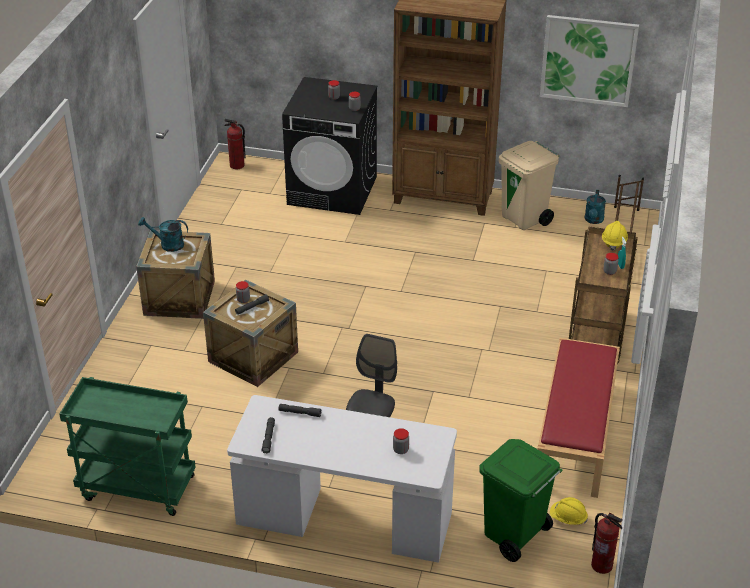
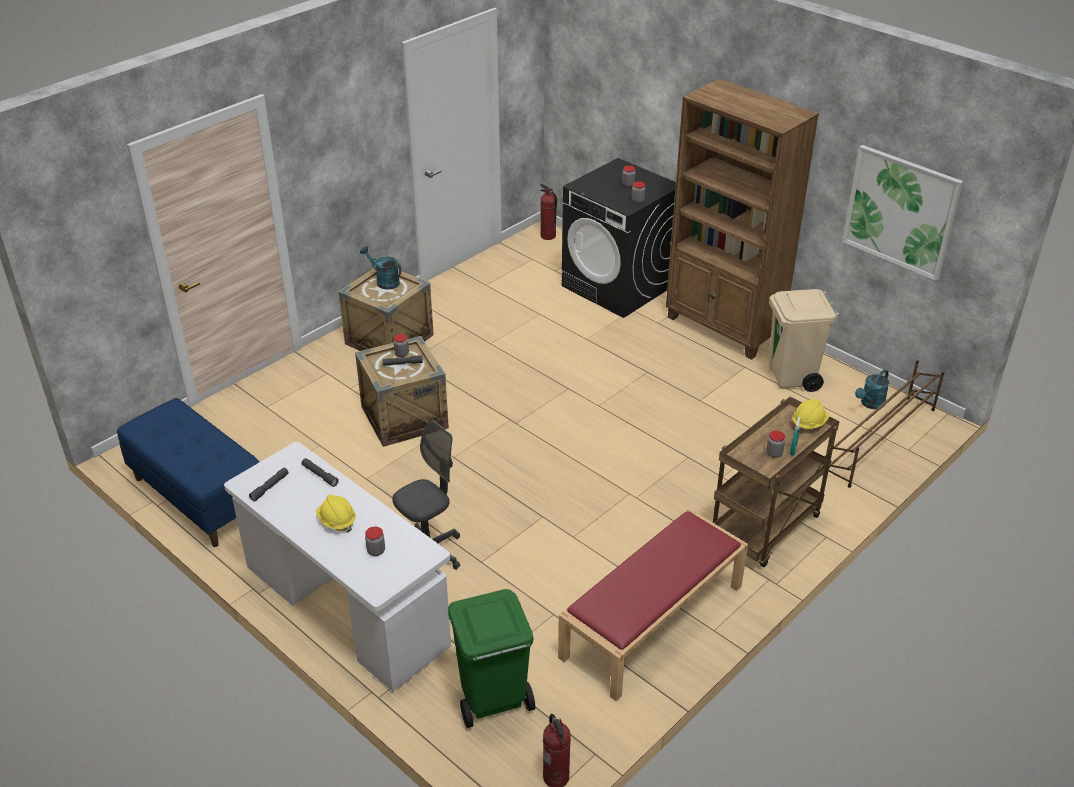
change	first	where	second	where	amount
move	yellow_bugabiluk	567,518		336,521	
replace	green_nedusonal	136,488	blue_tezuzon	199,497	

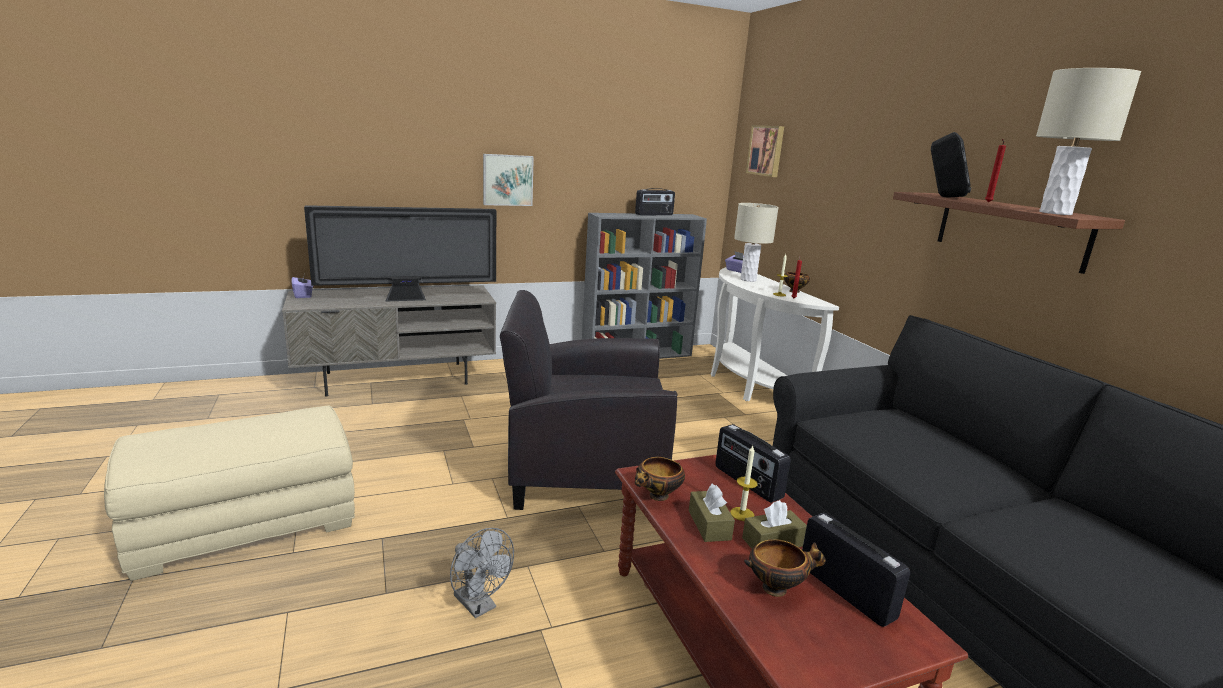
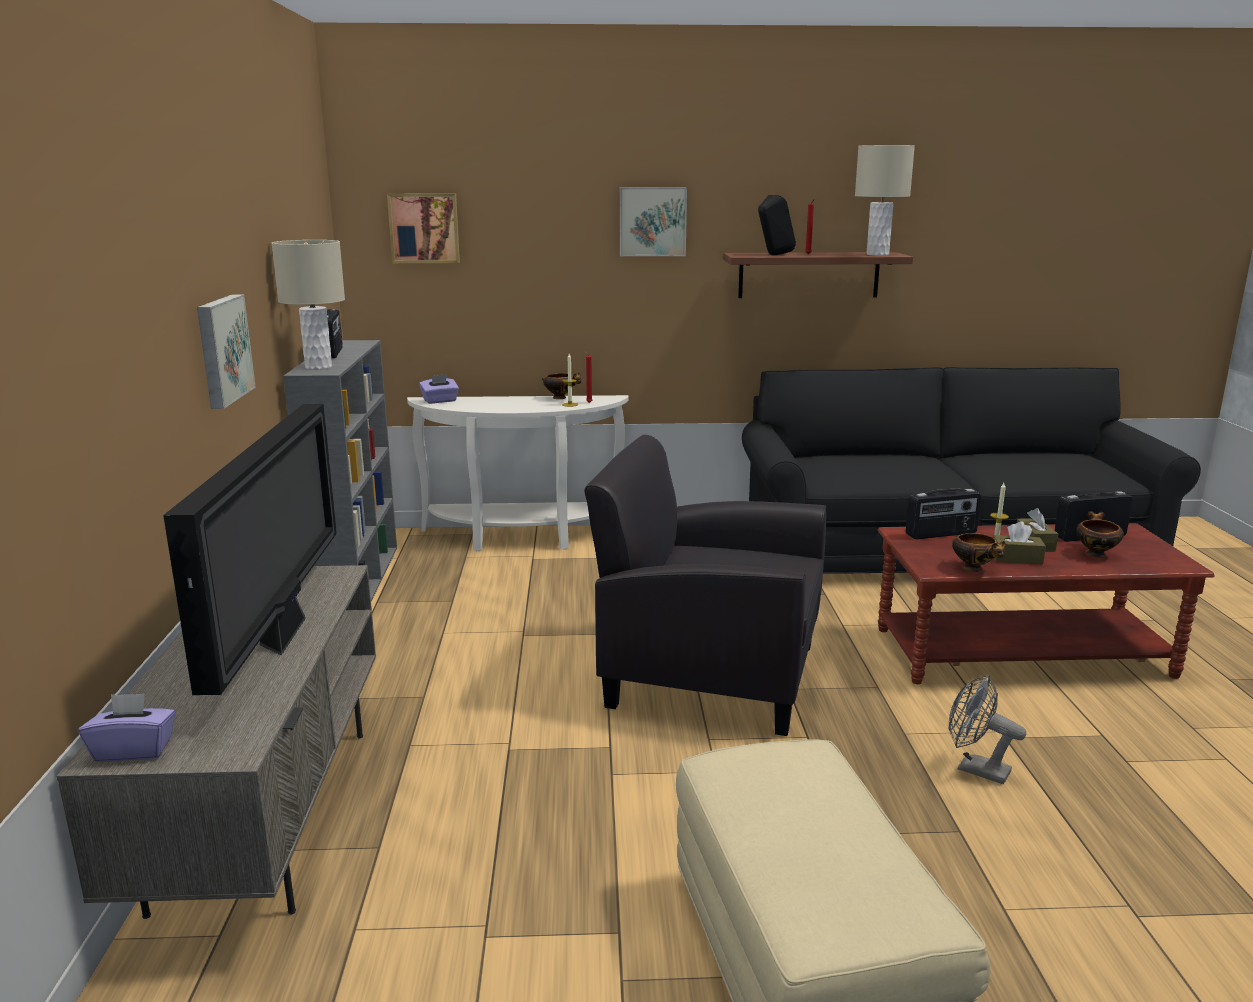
change	first	where	second	where	amount
insert			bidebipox	652,221	
move	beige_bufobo	748,279		318,367	
rotate	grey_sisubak	479,606		975,769	120 degrees counterclockwise
rotate	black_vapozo	583,471		709,674	90 degrees clockwise

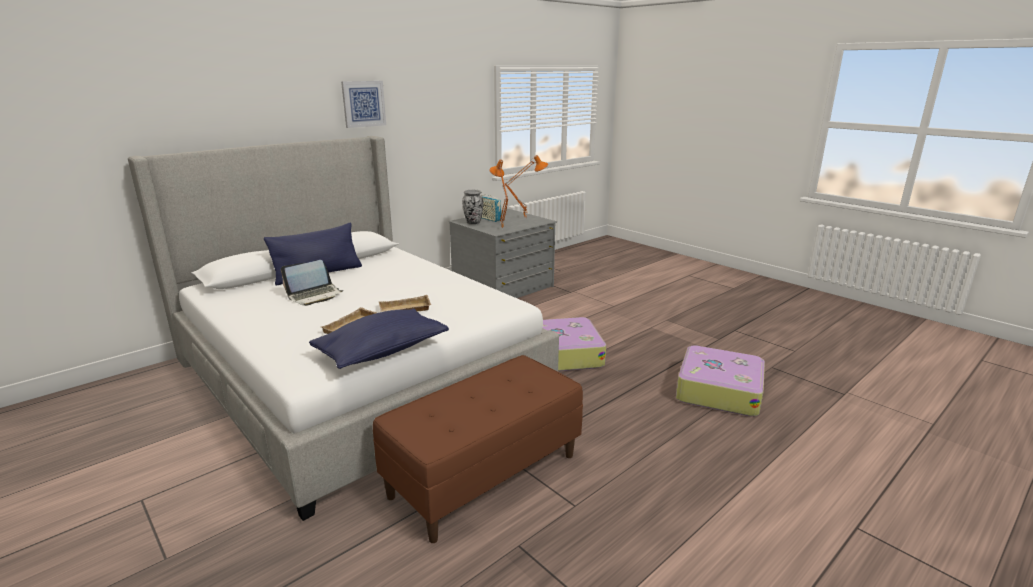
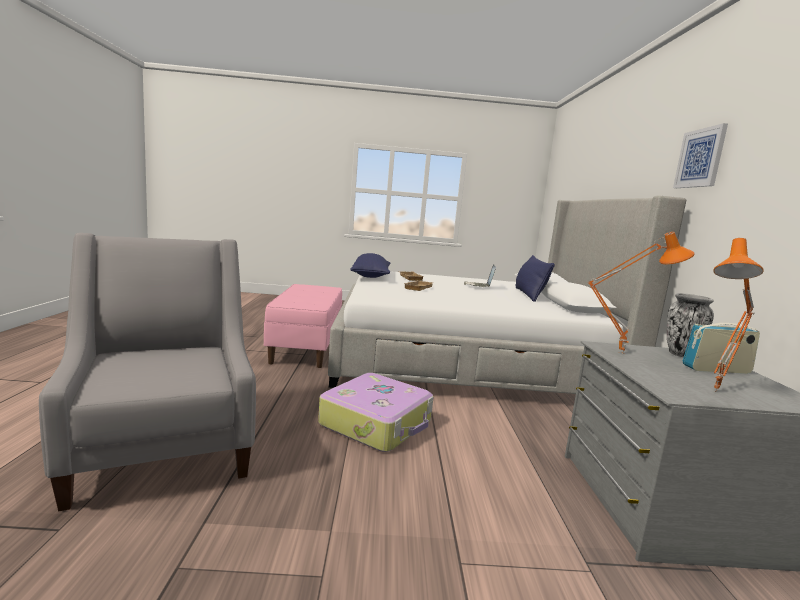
change	first	where	second	where	amount
replace	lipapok	718,390	grey_vapozo	164,447	
recolor	brown_tezuzon	484,474	pink_tezuzon	306,347	

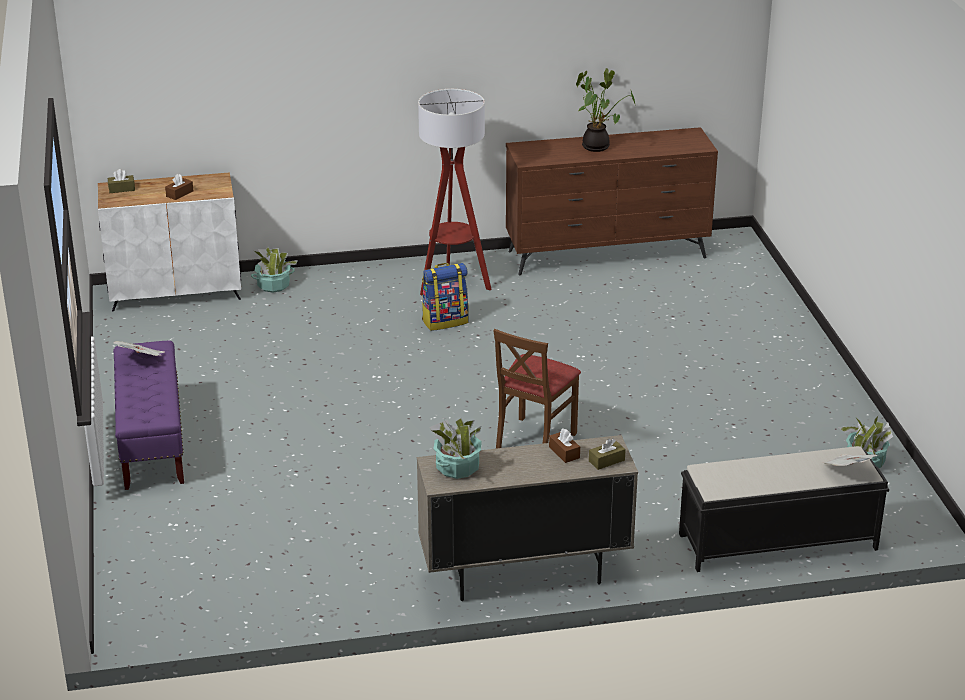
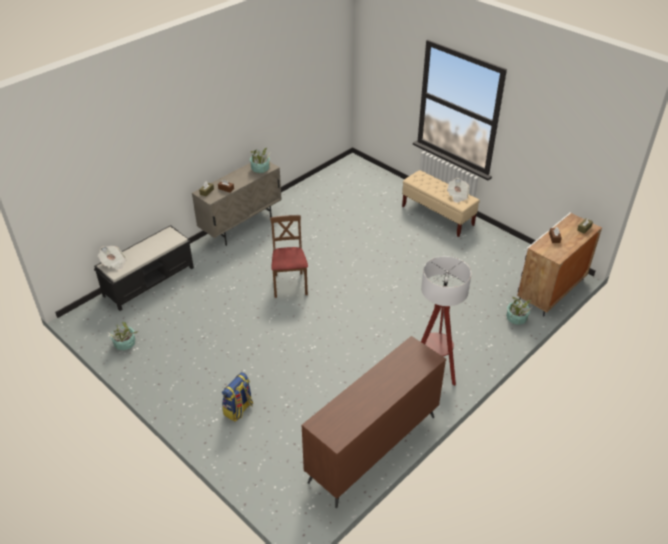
change	first	where	second	where	amount
delete	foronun	598,146			
move	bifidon	445,321		238,410	
recolor	purple_tezuzon	152,442	beige_tezuzon	437,216	

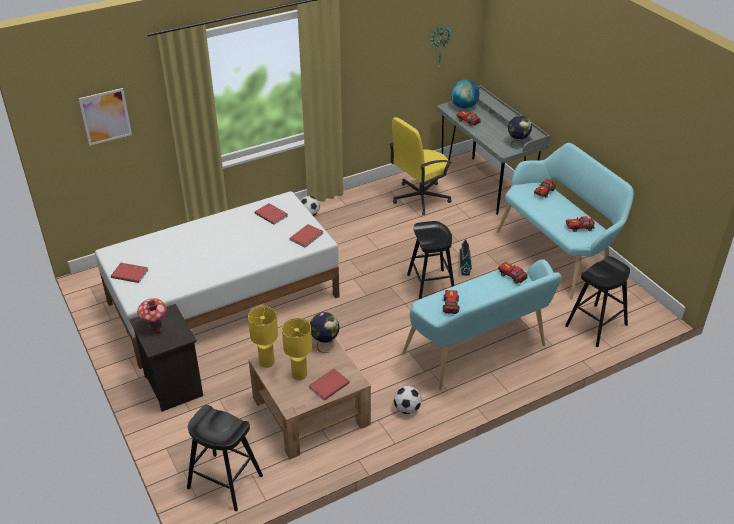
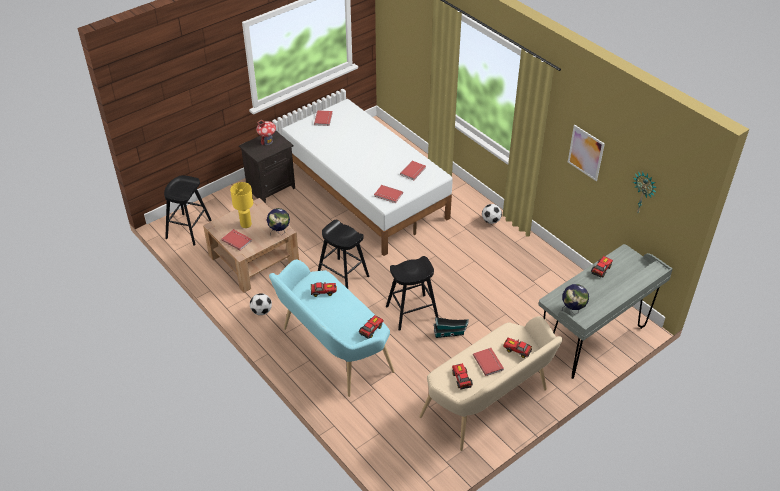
change	first	where	second	where	amount
delete	yellow_bufobo	267,363			
delete	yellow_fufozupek	420,198			
delete	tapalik	464,106			
insert			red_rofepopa	489,362	
move	bidebipox	105,116		586,152	
move	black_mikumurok	596,325		343,276	
recolor	turquoise_tezuzon	557,254	beige_tezuzon	489,406	

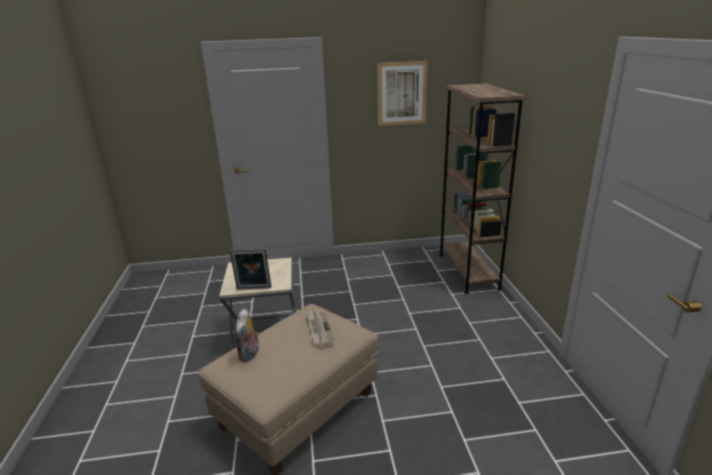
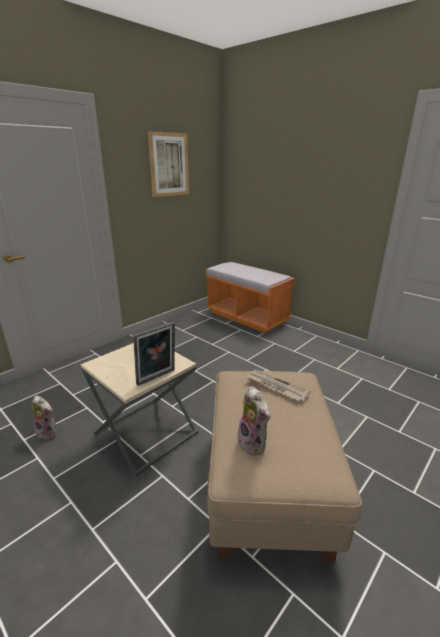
change	first	where	second	where	amount
insert			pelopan	49,432	
replace	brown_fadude	468,271	orange_tezuzon	246,317	

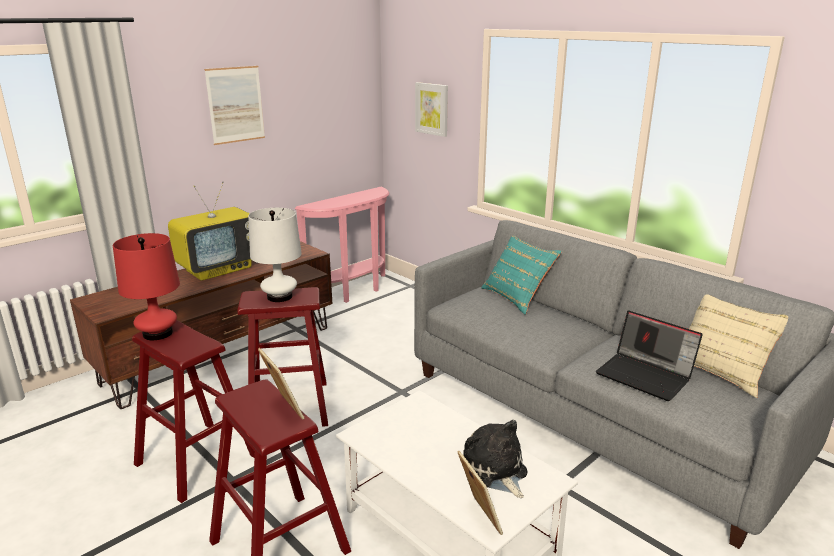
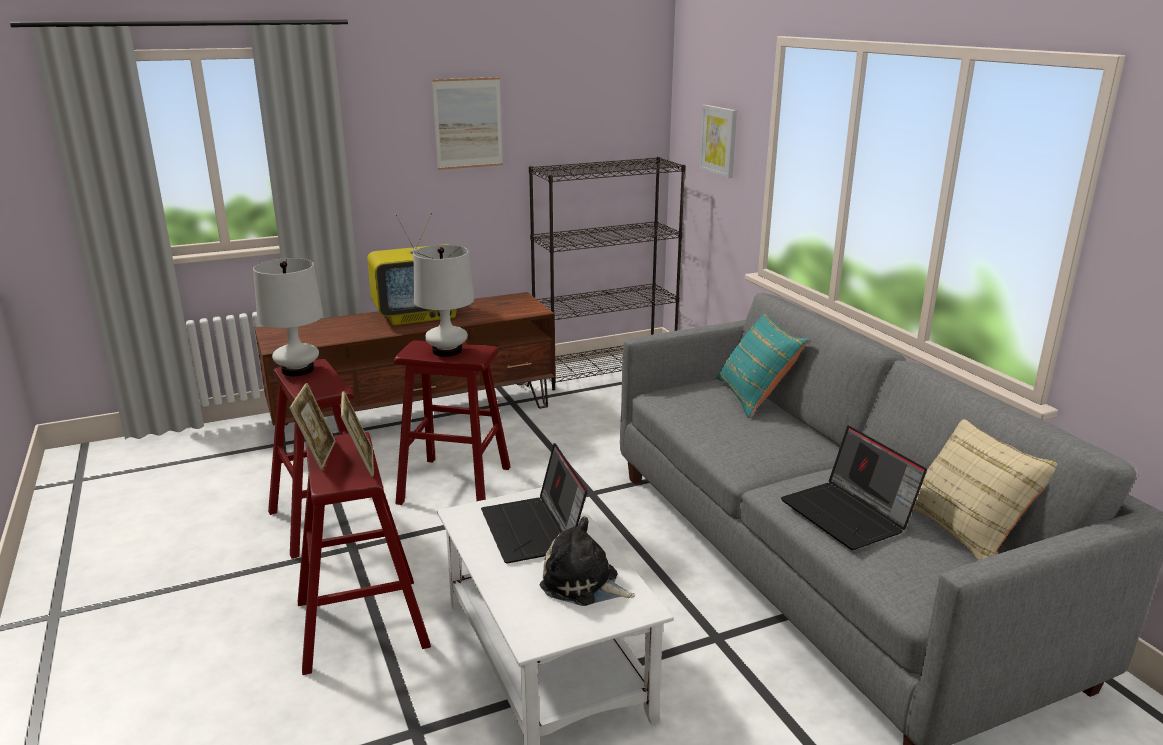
change	first	where	second	where	amount
insert			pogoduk	534,530	
move	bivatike	478,517		317,455	
replace	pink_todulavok	354,291	black_fadude	605,369	
recolor	red_bufobo	158,333	white_bufobo	298,370	
rotate	pelopan	495,471		583,584	60 degrees counterclockwise

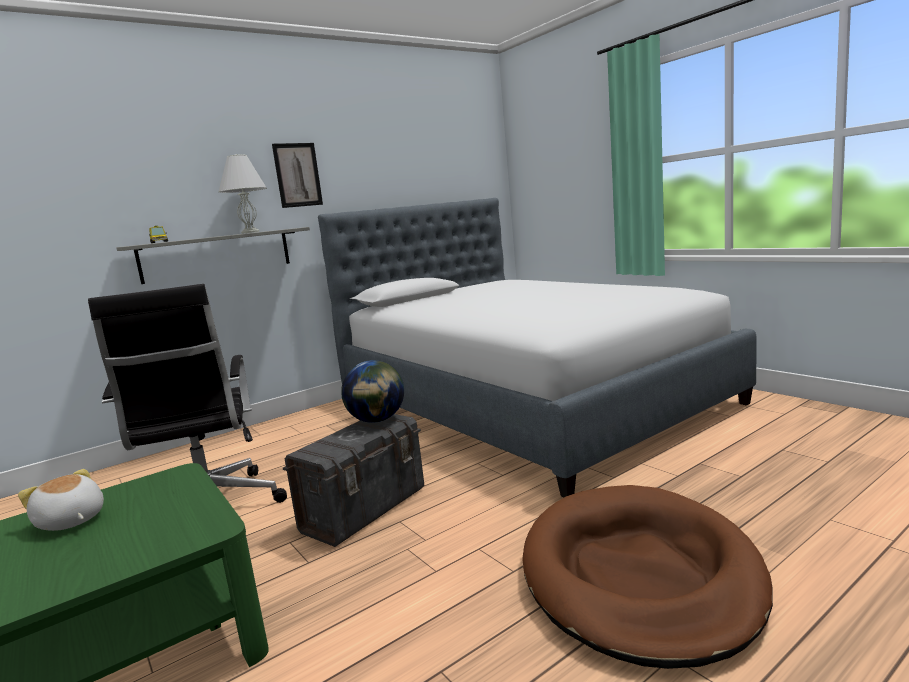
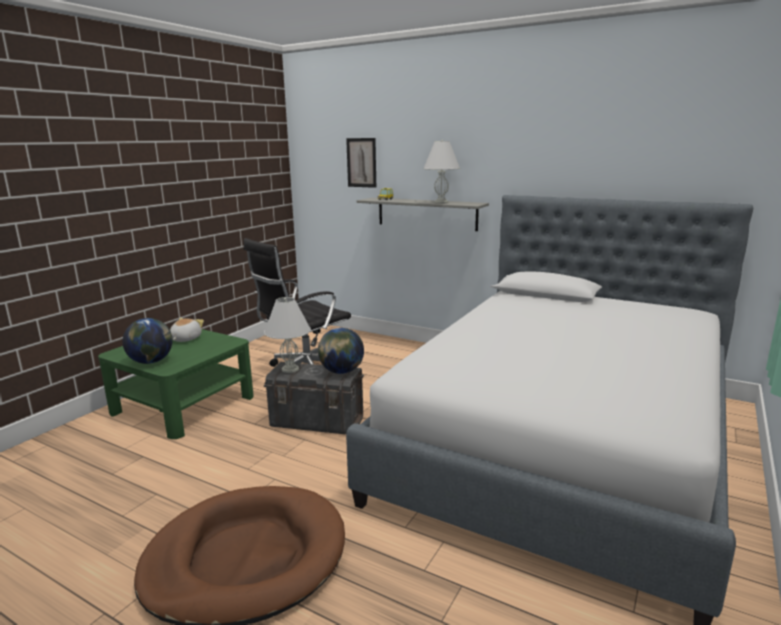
change	first	where	second	where	amount
insert			tapalik	151,361	
insert			white_bufobo	290,369	
move	bidebipox	297,175		361,162	

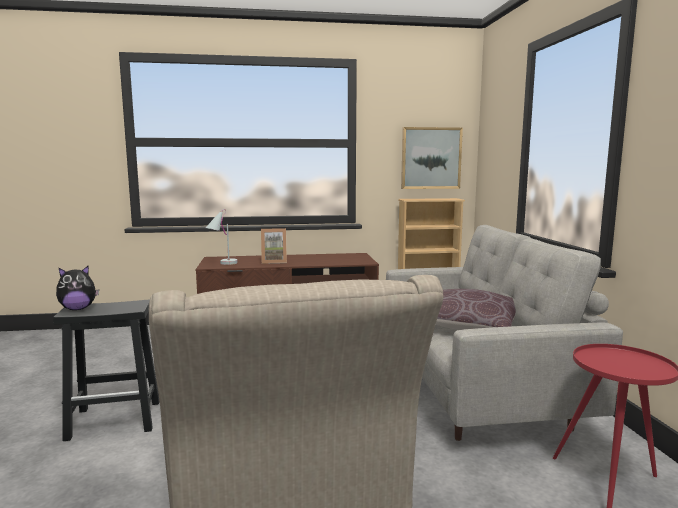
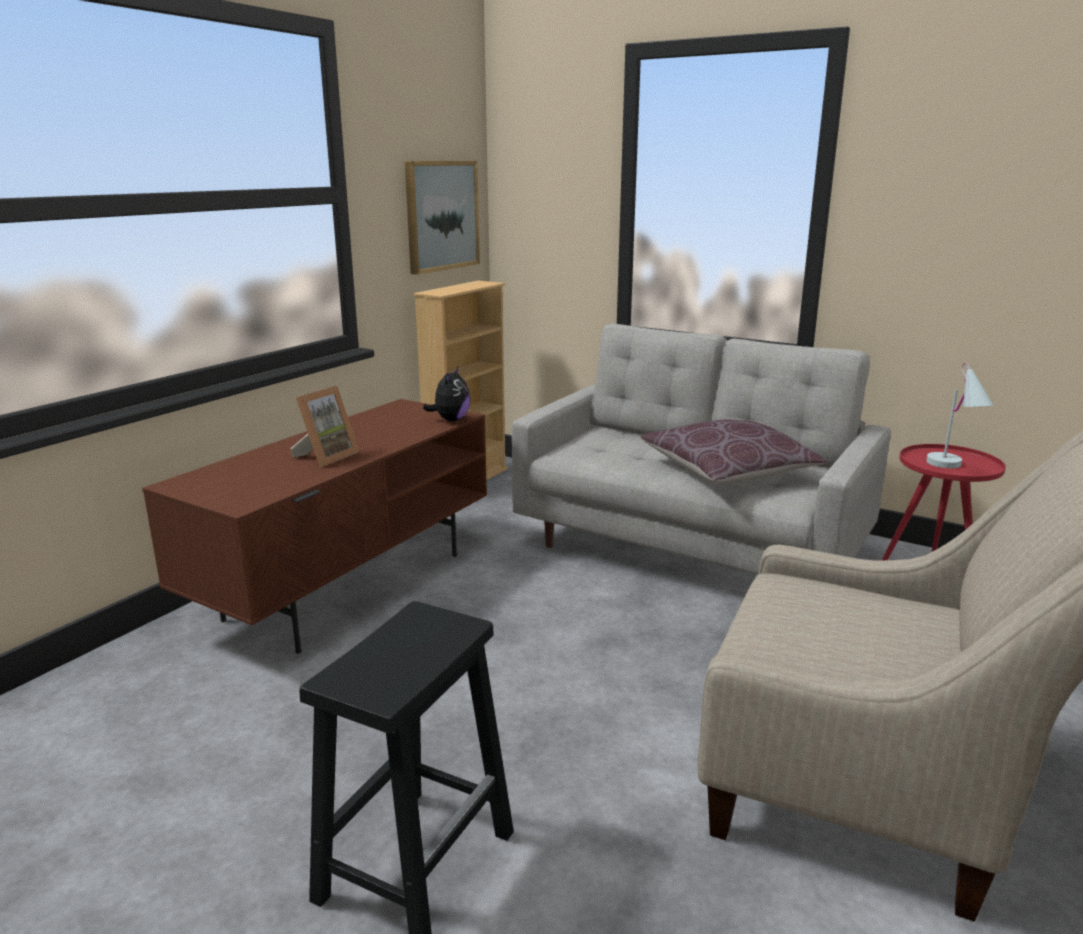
change	first	where	second	where	amount
move	pelopan	78,309		450,420	
move	white_bufobo	222,264		953,468	

